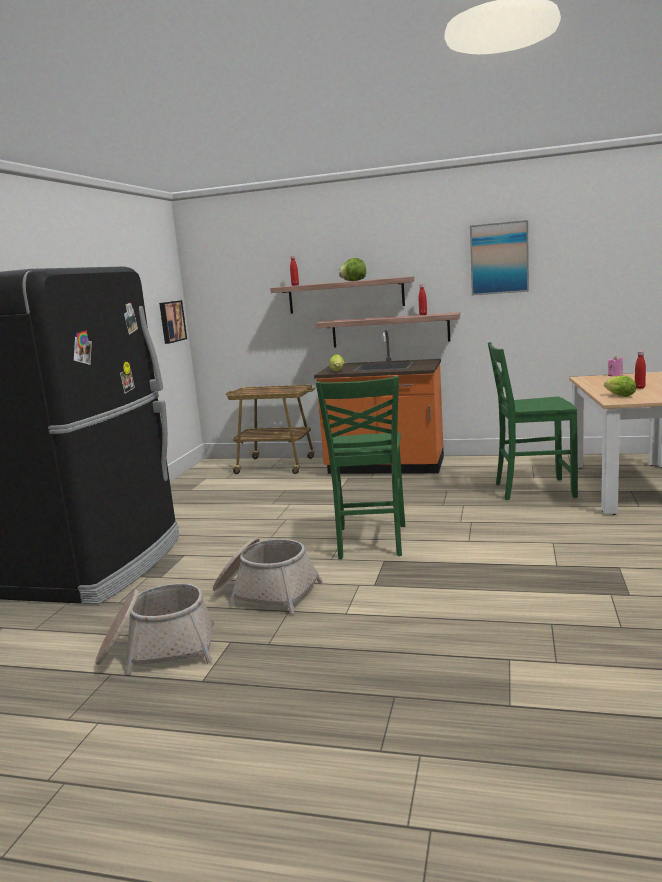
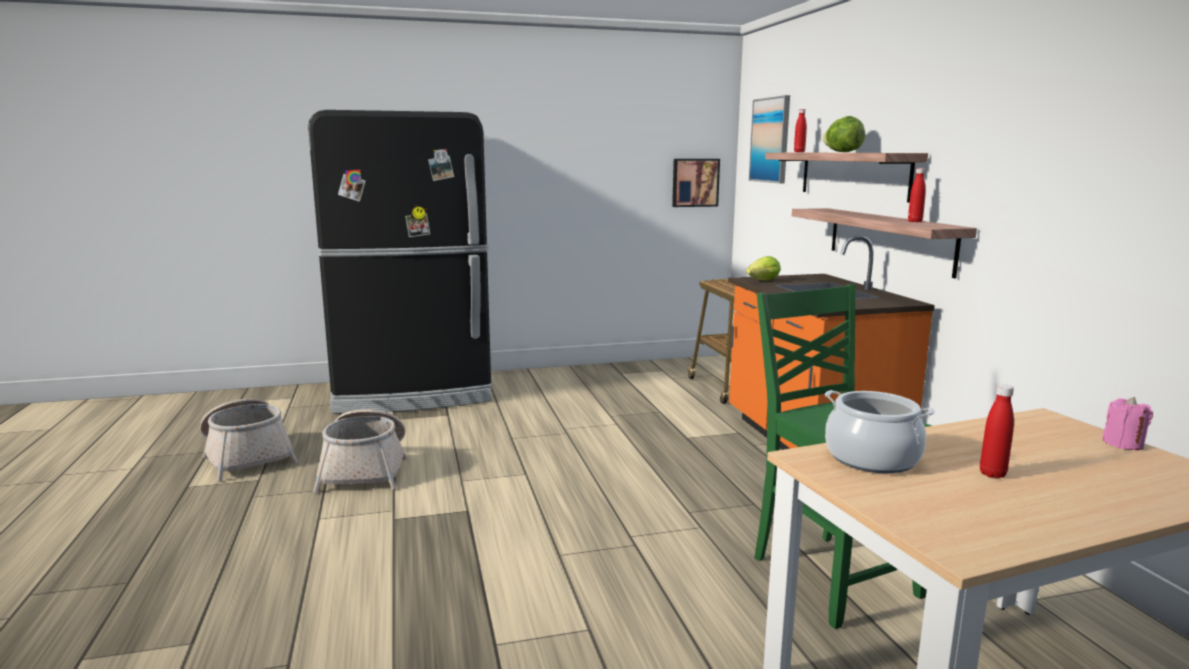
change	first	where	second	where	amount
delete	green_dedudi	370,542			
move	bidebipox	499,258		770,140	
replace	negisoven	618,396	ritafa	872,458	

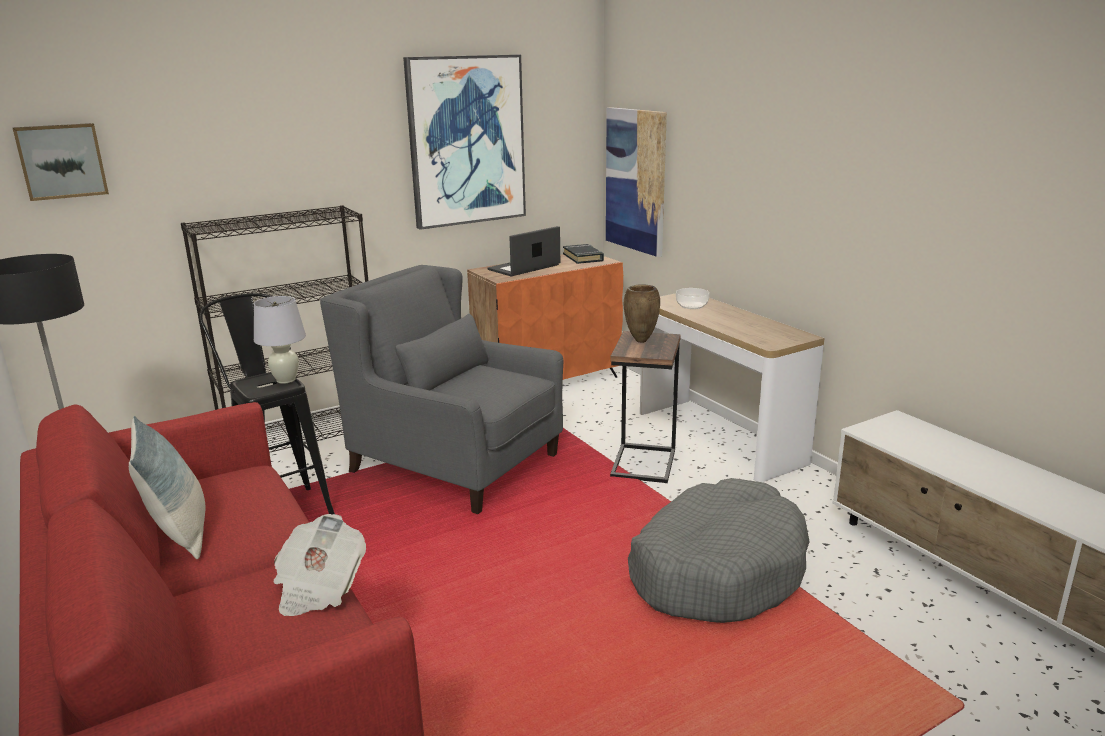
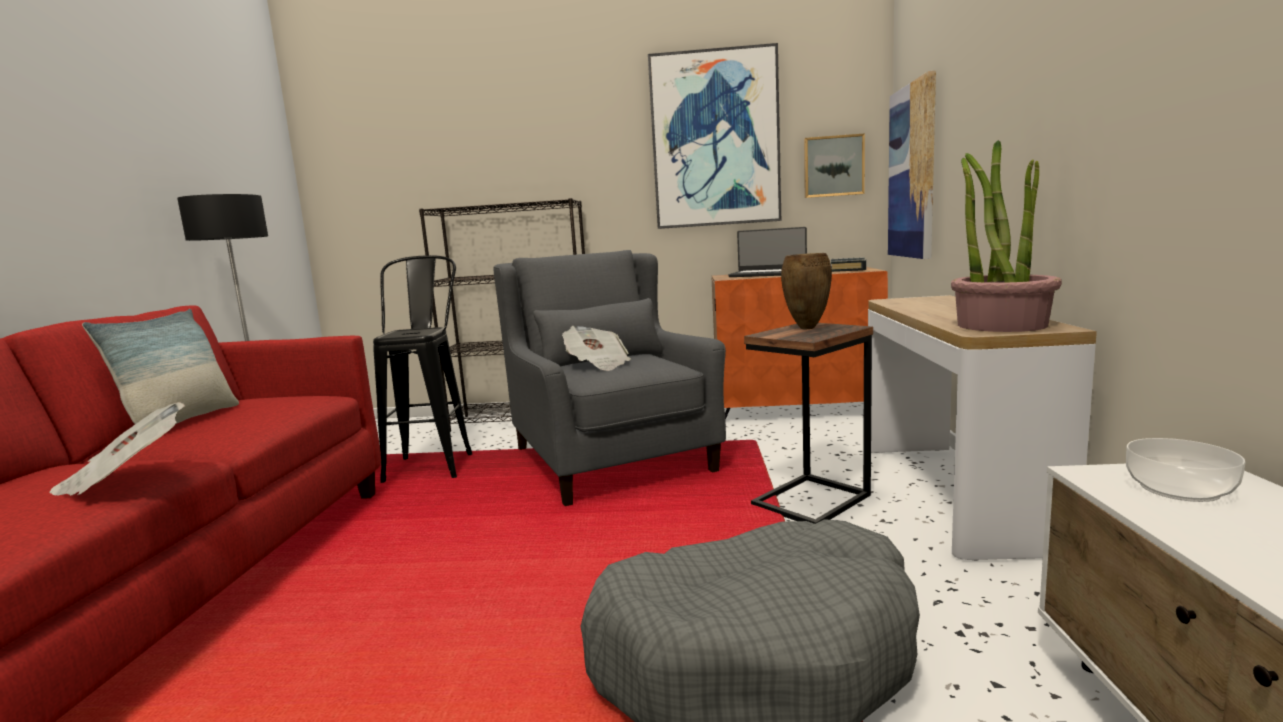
change	first	where	second	where	amount
delete	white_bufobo	286,380			
insert			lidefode	597,365	
insert			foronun	1000,325	
move	bidebipox	62,161		833,166	
move	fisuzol	692,305		1180,489	
rotate	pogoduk	525,268		768,274	150 degrees counterclockwise

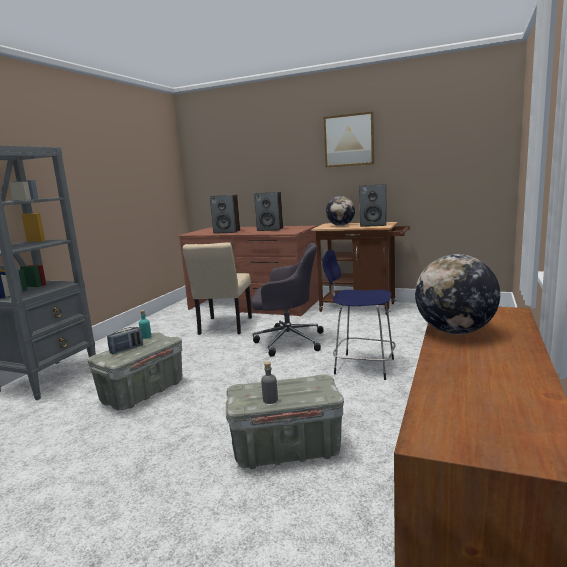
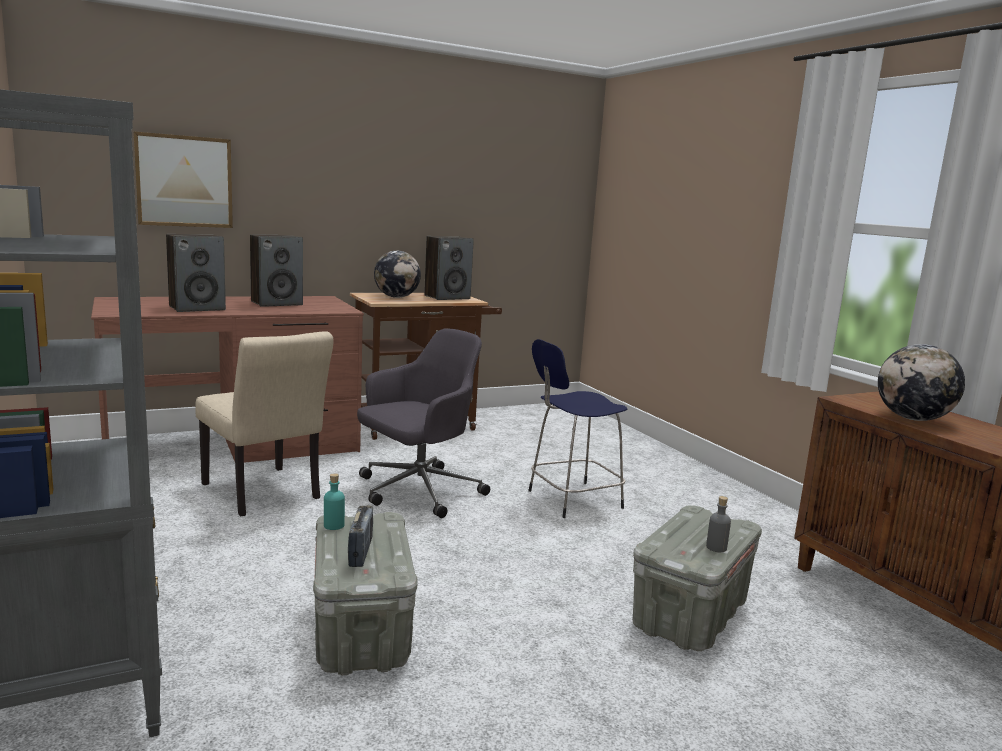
change	first	where	second	where	amount
move	bidebipox	349,140		184,181	

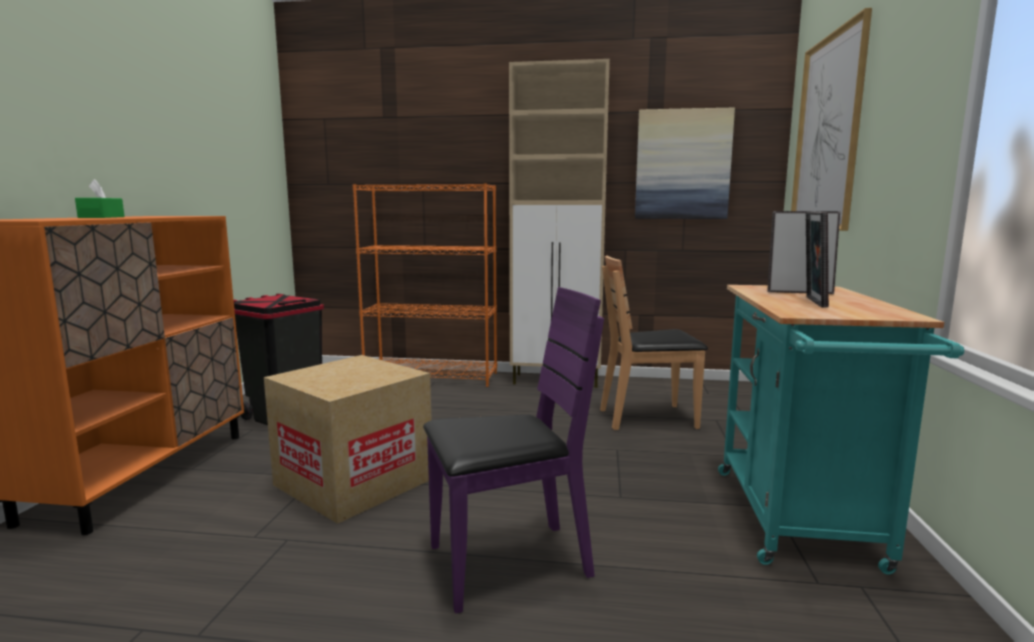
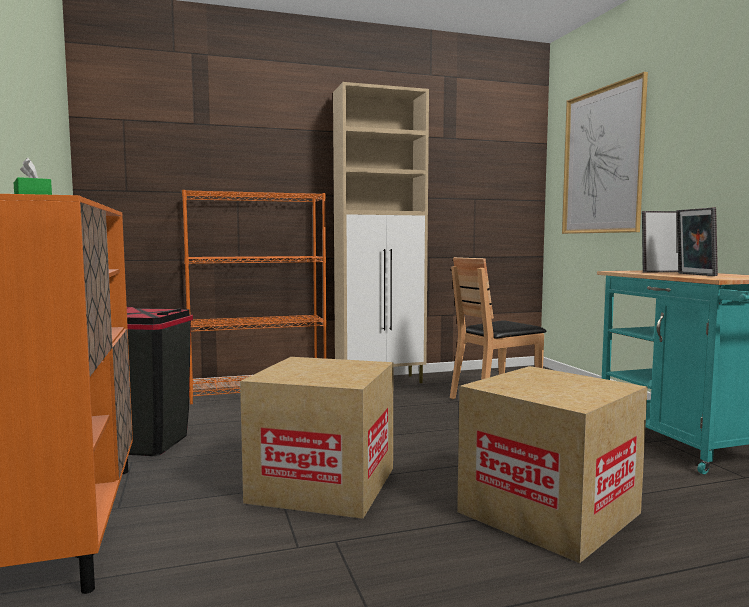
change	first	where	second	where	amount
delete	bidebipox	682,165			
replace	purple_dedudi	507,563	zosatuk	548,512	

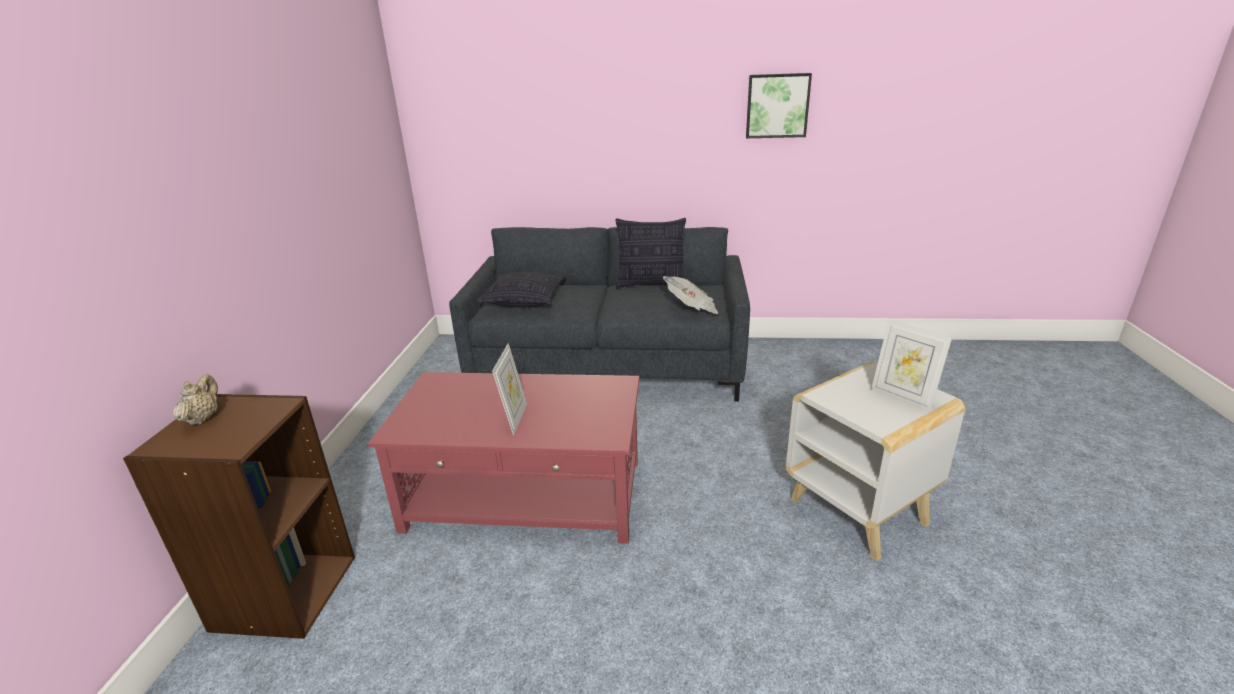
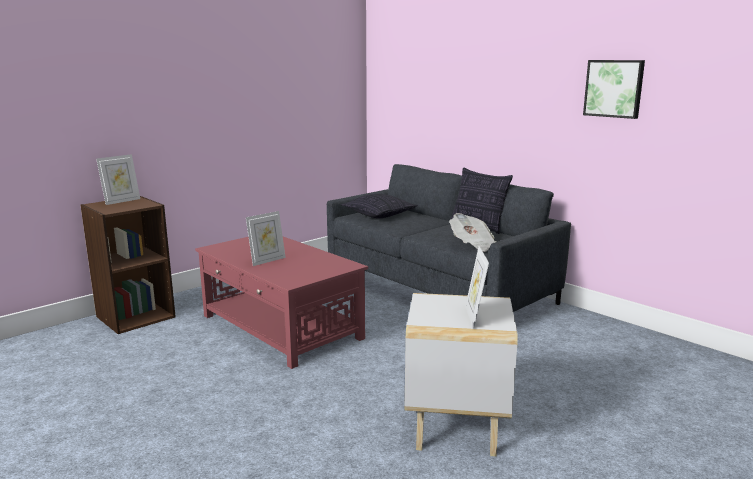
change	first	where	second	where	amount
replace	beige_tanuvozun	202,418	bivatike	121,201	

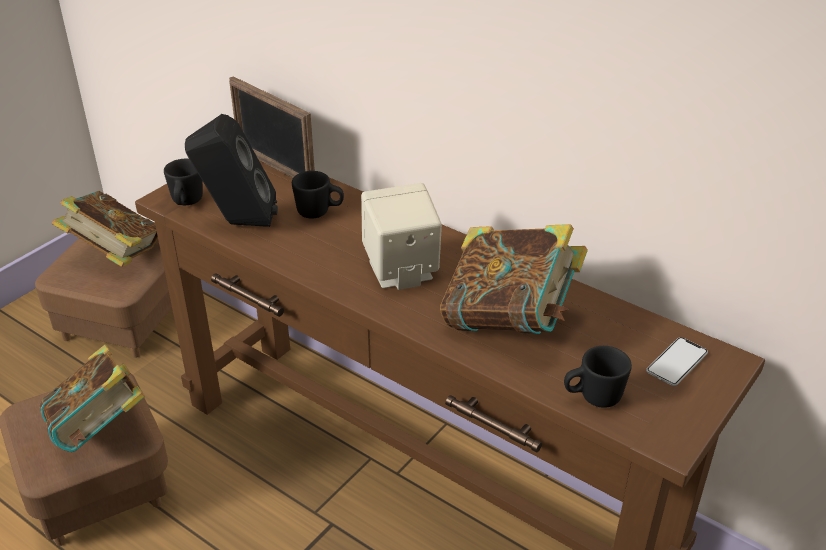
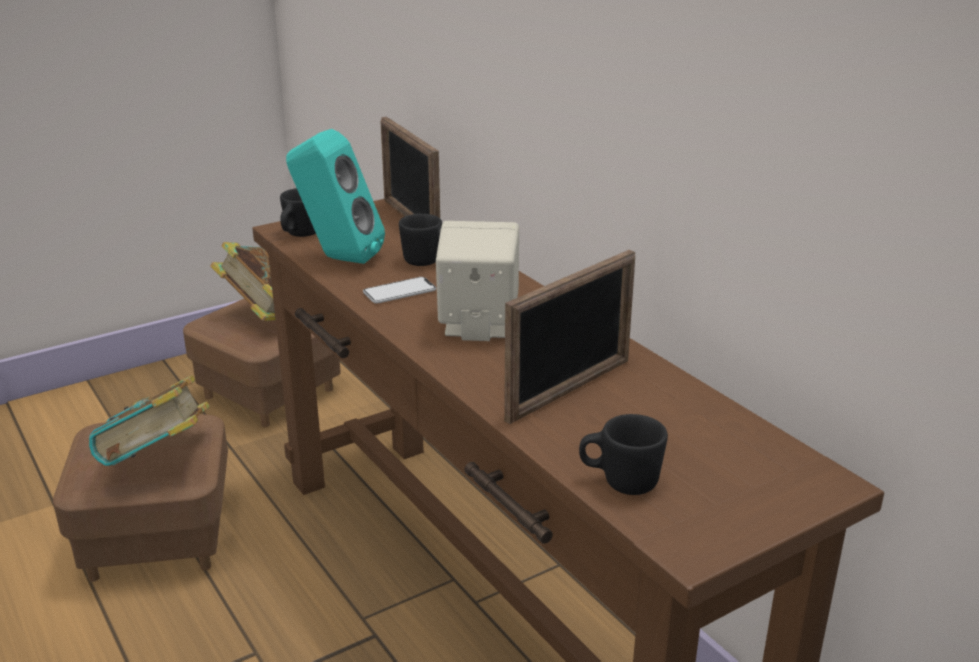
change	first	where	second	where	amount
move	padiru	676,362		399,292	
replace	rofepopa	509,320	bivatike	570,390	
recolor	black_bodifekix	238,223	turquoise_bodifekix	337,258	

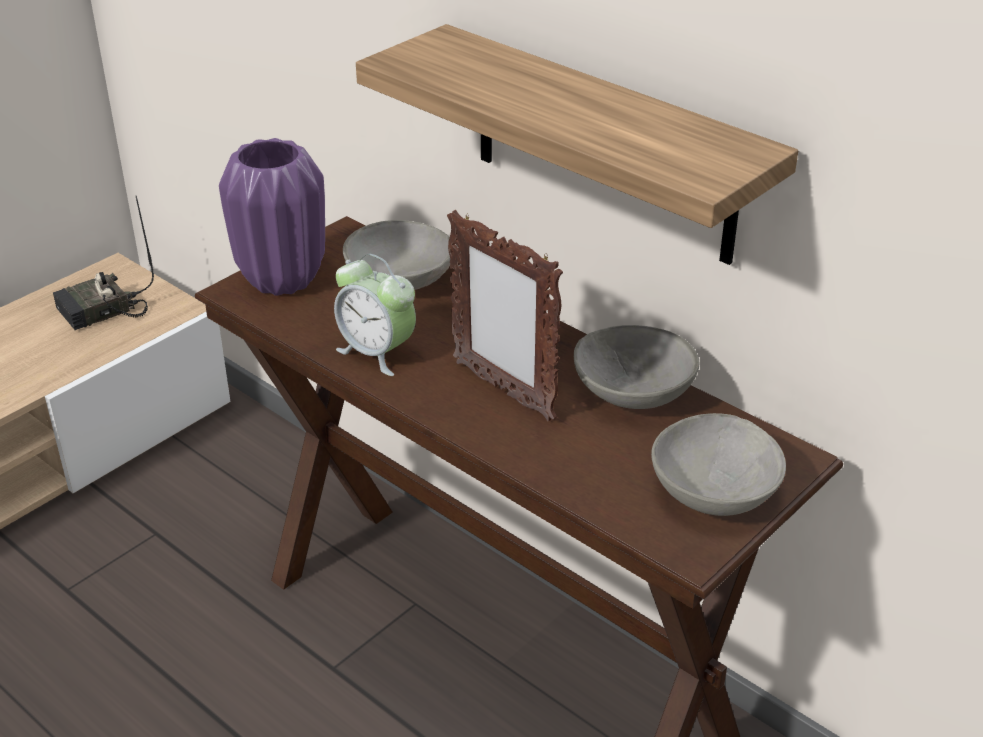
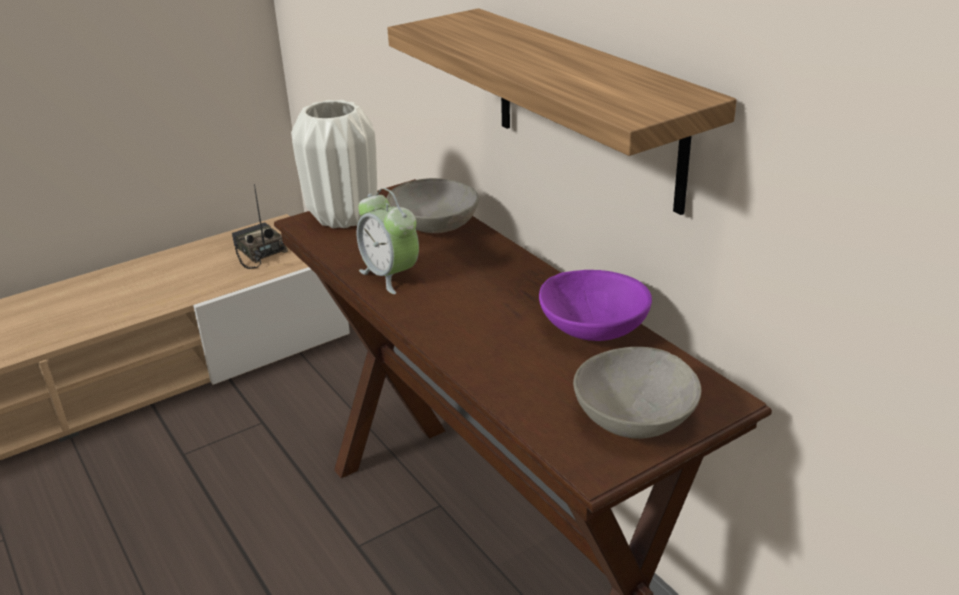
change	first	where	second	where	amount
delete	bivatike	502,390			
recolor	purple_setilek	283,279	white_setilek	344,217	
recolor	grey_fisuzol	633,394	purple_fisuzol	592,330	
rotate	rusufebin	101,312		257,252	75 degrees clockwise

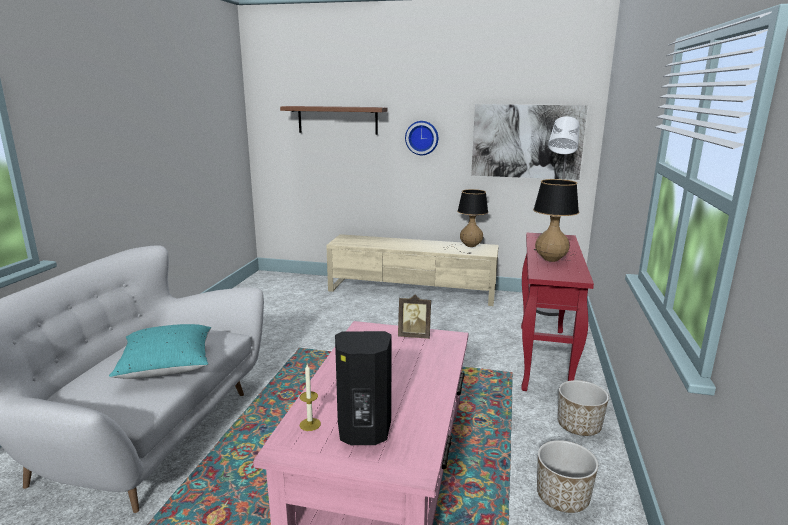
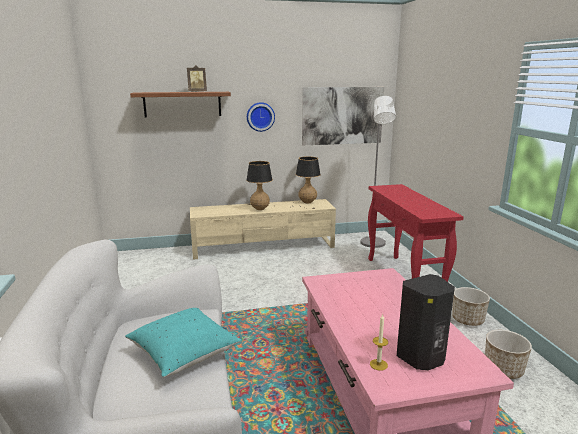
change	first	where	second	where	amount
move	bivatike	414,336		197,92	
move	bufobo	553,258		261,208	

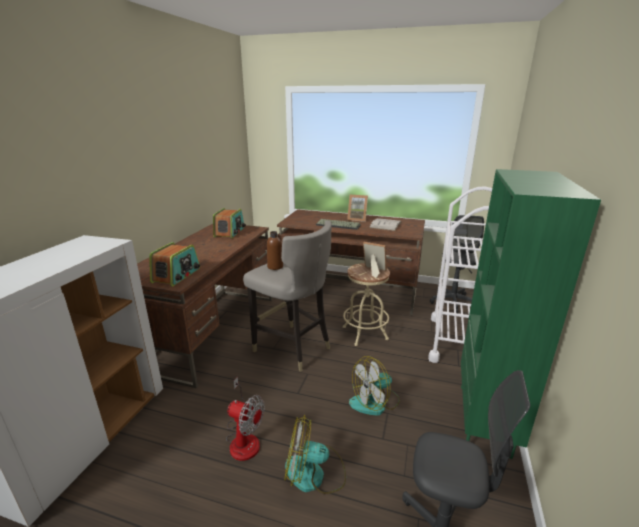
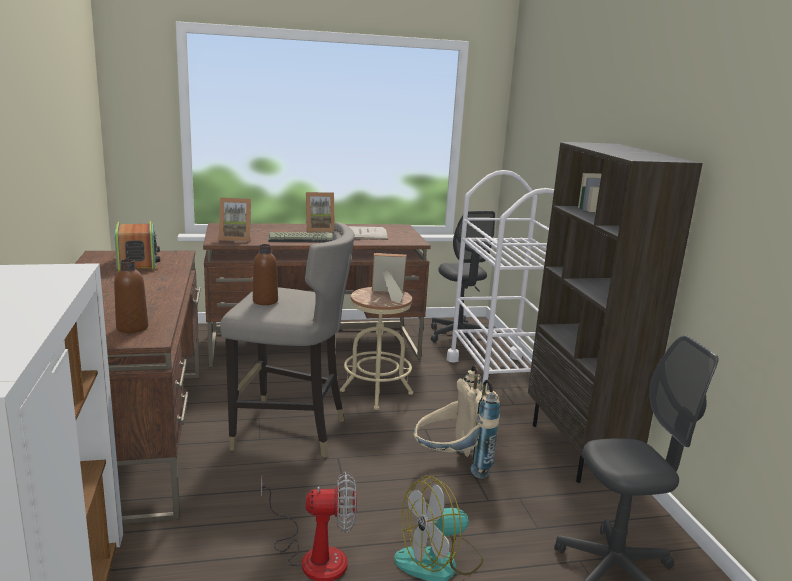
change	first	where	second	where	amount
insert			bivatike	235,238	
replace	rusufebin	177,275	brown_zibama	132,328	
replace	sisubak	375,402	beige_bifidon	450,466	
recolor	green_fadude	485,420	brown_fadude	578,450	

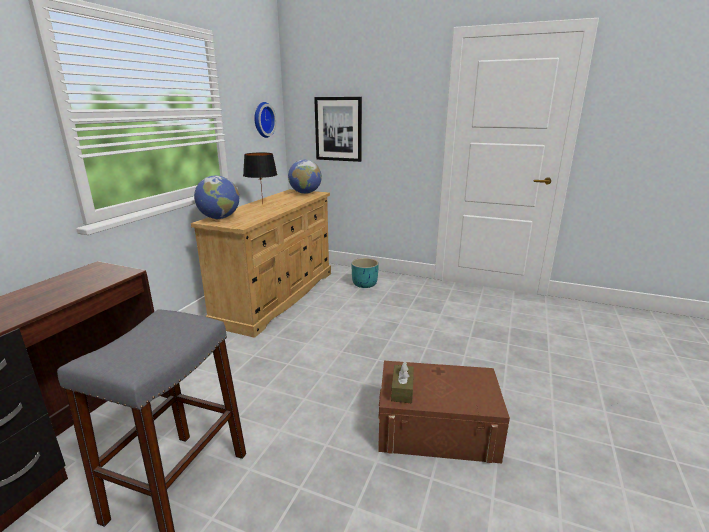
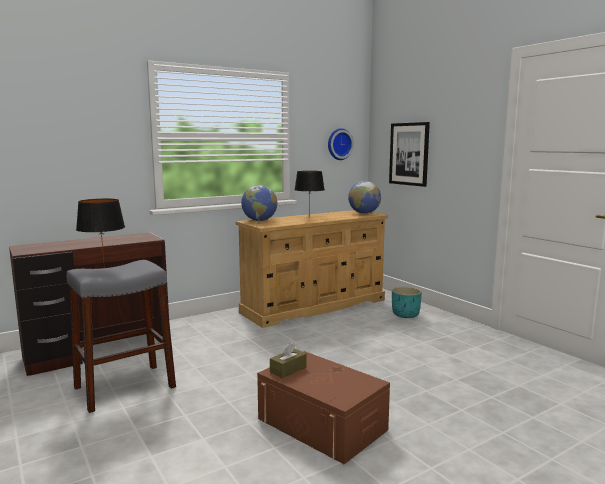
change	first	where	second	where	amount
insert			black_bufobo	103,268	

